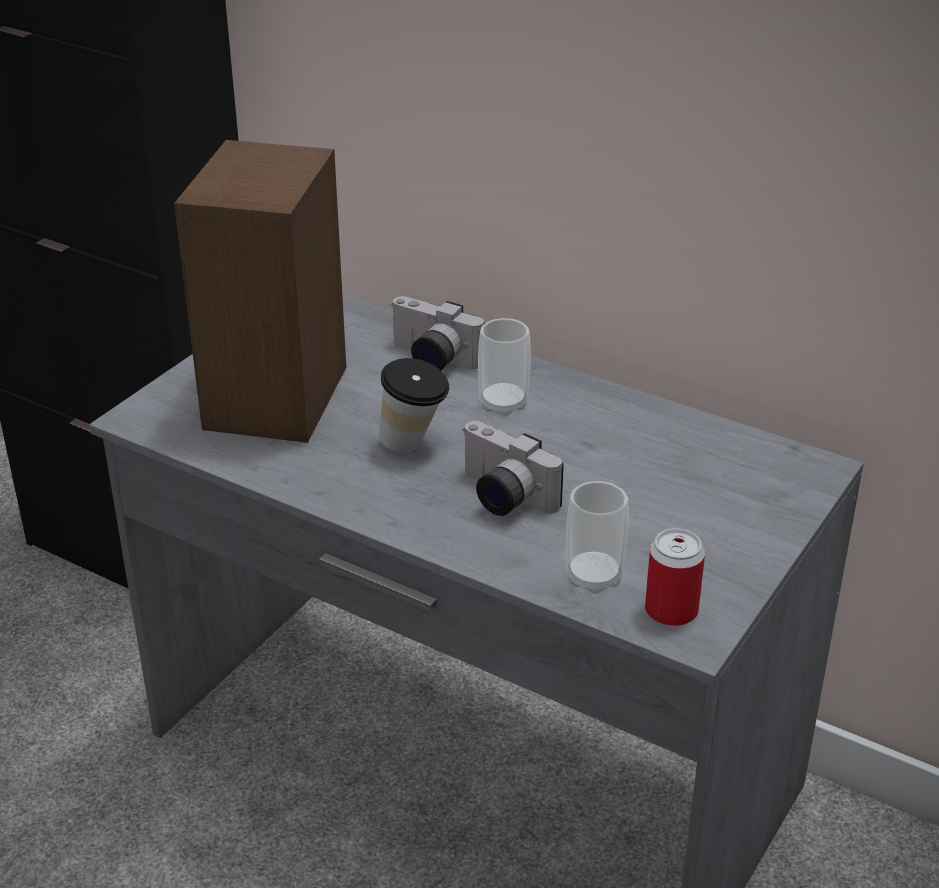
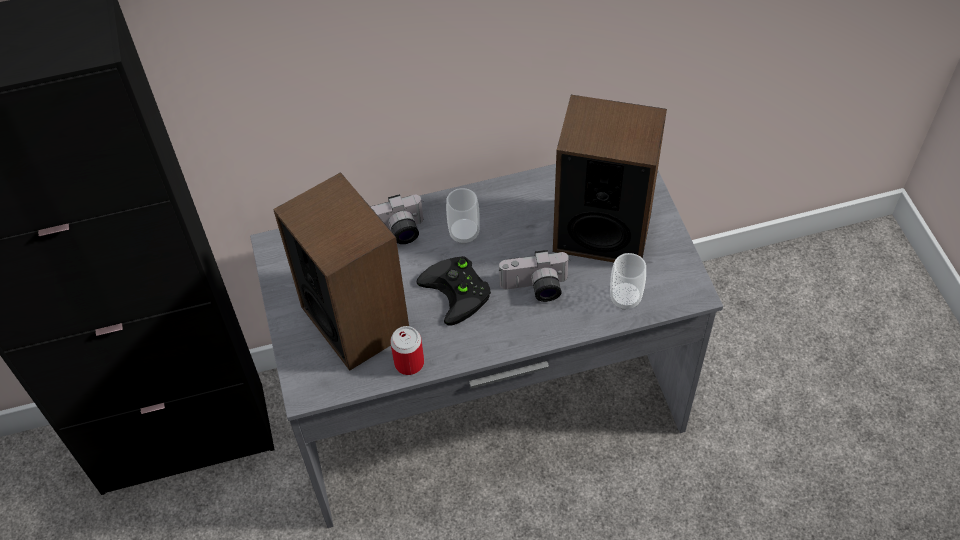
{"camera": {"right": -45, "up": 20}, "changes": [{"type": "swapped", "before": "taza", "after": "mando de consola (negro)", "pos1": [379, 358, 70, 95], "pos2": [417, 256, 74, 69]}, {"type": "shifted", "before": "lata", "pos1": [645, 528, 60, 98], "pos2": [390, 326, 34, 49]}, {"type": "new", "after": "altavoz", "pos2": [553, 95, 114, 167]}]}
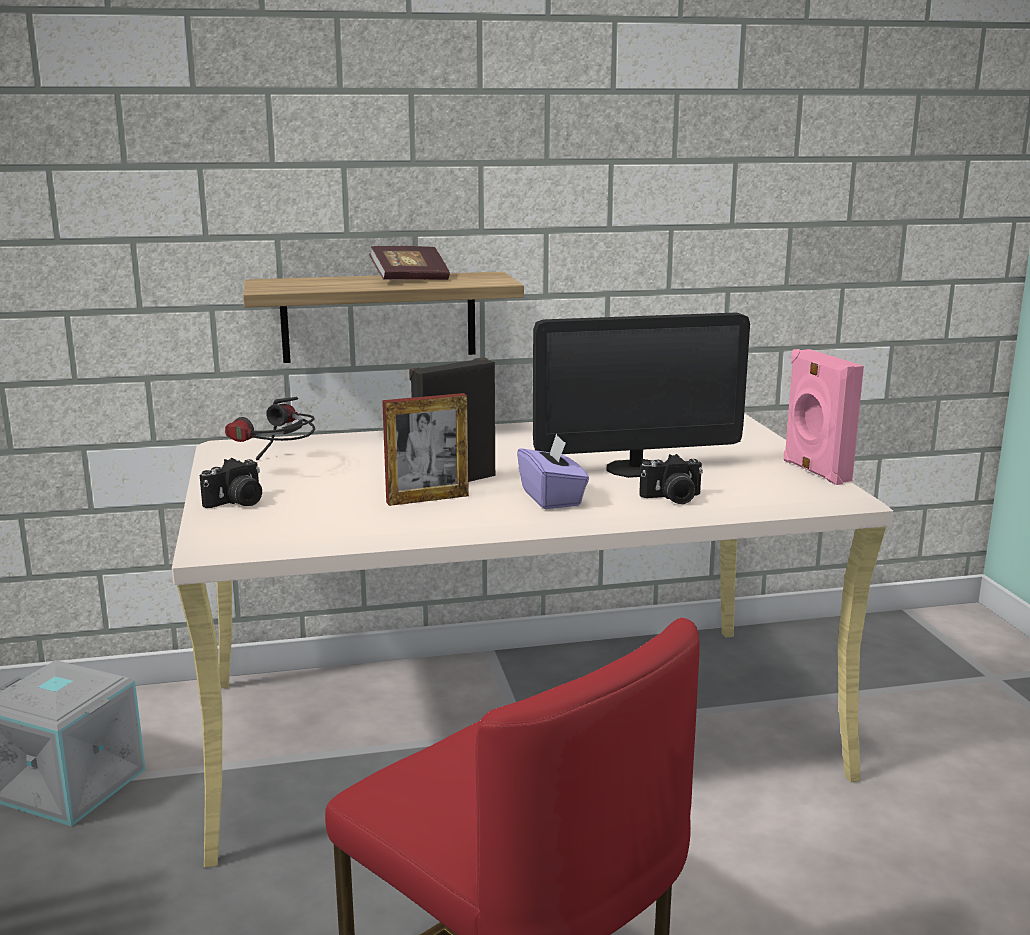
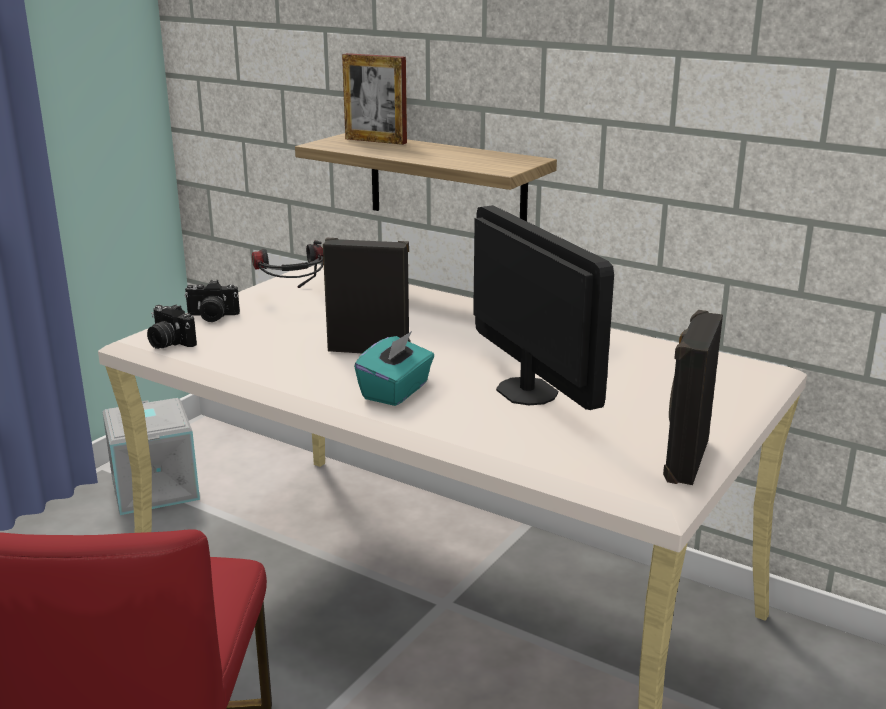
{"camera": {"right": 45, "up": 5}, "changes": [{"type": "gone", "before": "libro", "pos1": [369, 246, 81, 34]}, {"type": "shifted", "before": "portarretratos", "pos1": [382, 393, 87, 113], "pos2": [342, 53, 65, 92]}, {"type": "repainted", "before": "caja de pañuelos (morado)", "after": "caja de pañuelos (turquesa)", "pos1": [517, 433, 72, 76], "pos2": [354, 331, 80, 75]}, {"type": "rotated", "before": "monitor", "pos1": [533, 312, 217, 166], "pos2": [473, 205, 141, 205], "turn": -150}, {"type": "shifted", "before": "cámara", "pos1": [639, 454, 64, 50], "pos2": [147, 304, 50, 45]}, {"type": "repainted", "before": "altavoz (rosa)", "after": "altavoz (negro)", "pos1": [783, 349, 81, 136], "pos2": [663, 310, 60, 175]}]}
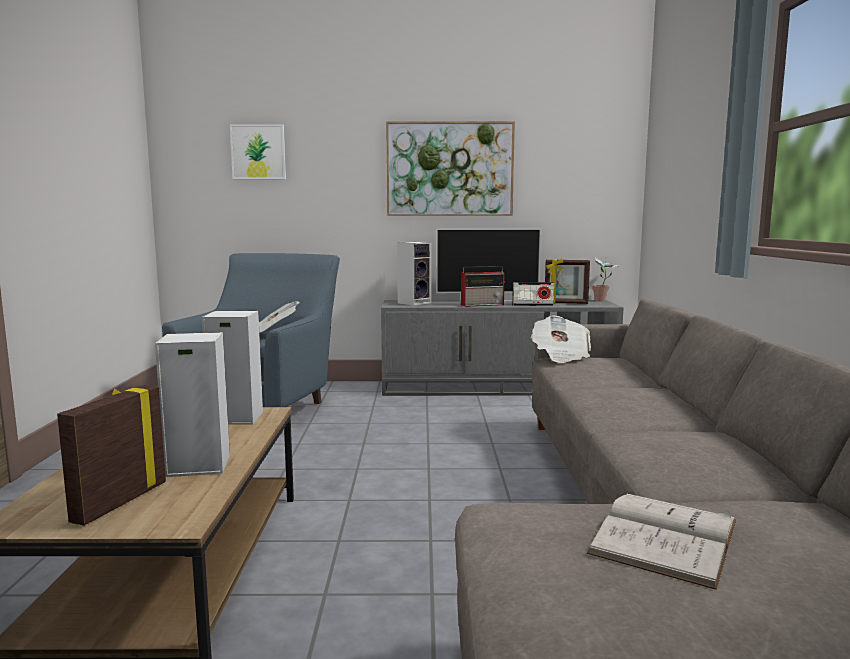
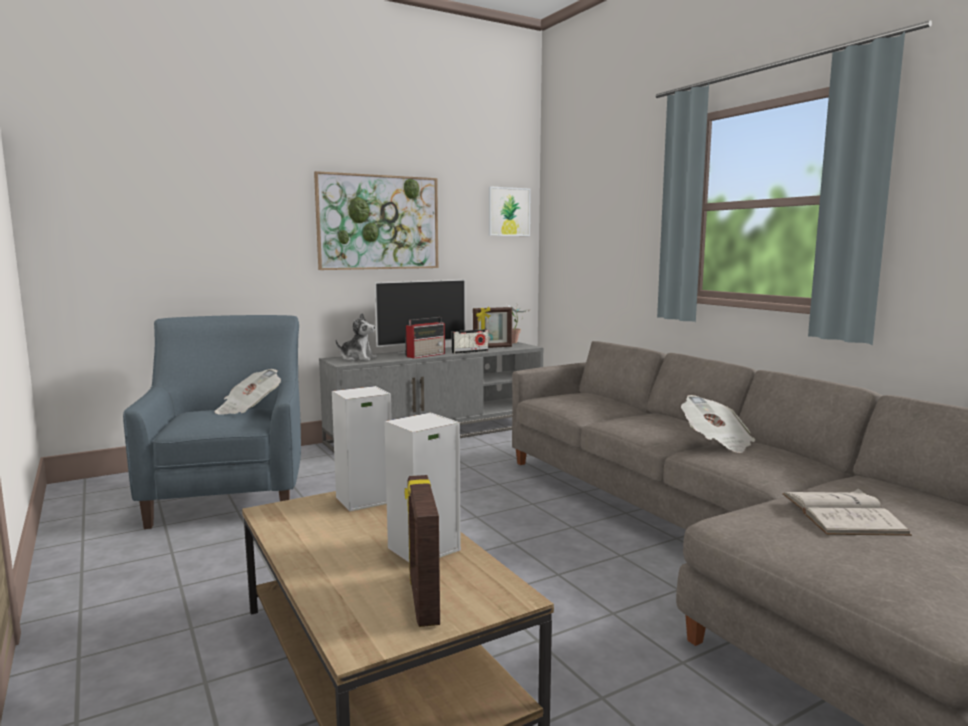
{"camera": {"right": -30, "up": 0}, "changes": [{"type": "shifted", "before": "cuadro", "pos1": [230, 124, 56, 55], "pos2": [489, 186, 42, 50]}, {"type": "swapped", "before": "altavoz", "after": "peluche", "pos1": [397, 242, 34, 64], "pos2": [336, 313, 41, 48]}, {"type": "shifted", "before": "periódico", "pos1": [531, 316, 60, 47], "pos2": [681, 395, 74, 58]}]}
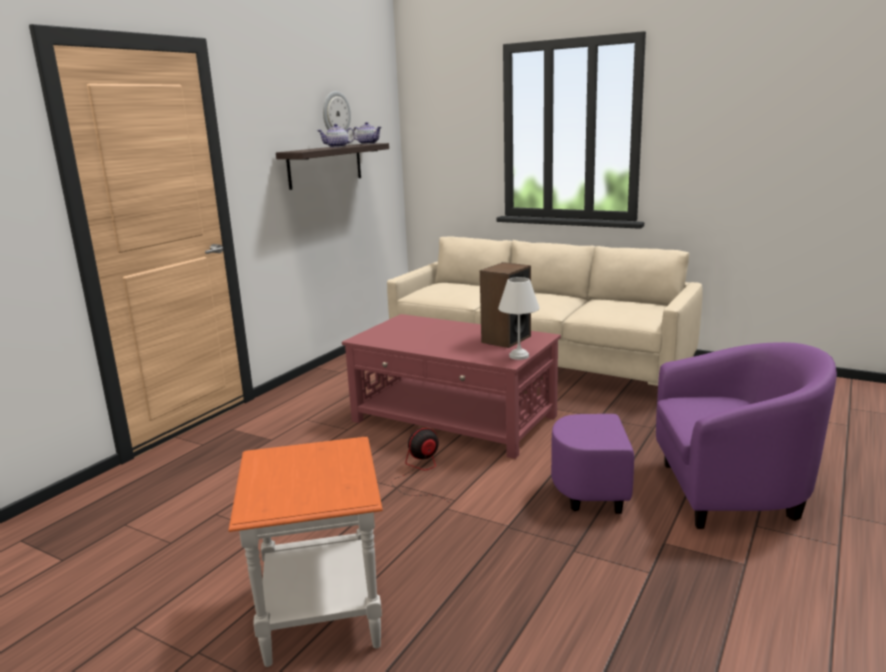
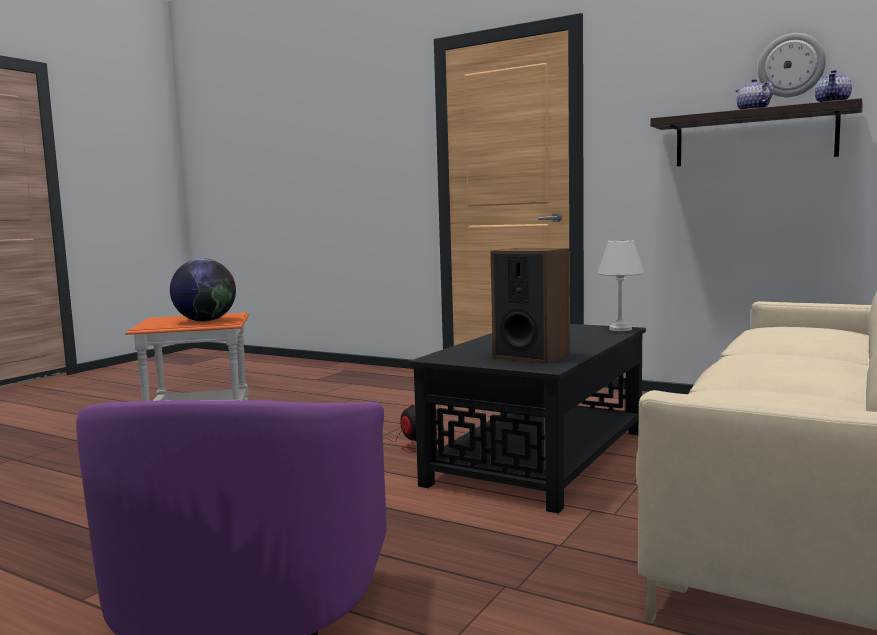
{"camera": {"right": 90, "up": -10}, "changes": [{"type": "repainted", "before": "mesa de centro (rojo)", "after": "mesa de centro (negro)", "pos1": [342, 314, 219, 145], "pos2": [409, 324, 237, 190]}, {"type": "shifted", "before": "lámpara de mesa (blanco)", "pos1": [498, 277, 41, 83], "pos2": [597, 240, 48, 91]}, {"type": "new", "after": "globo terráqueo", "pos2": [170, 259, 66, 63]}]}
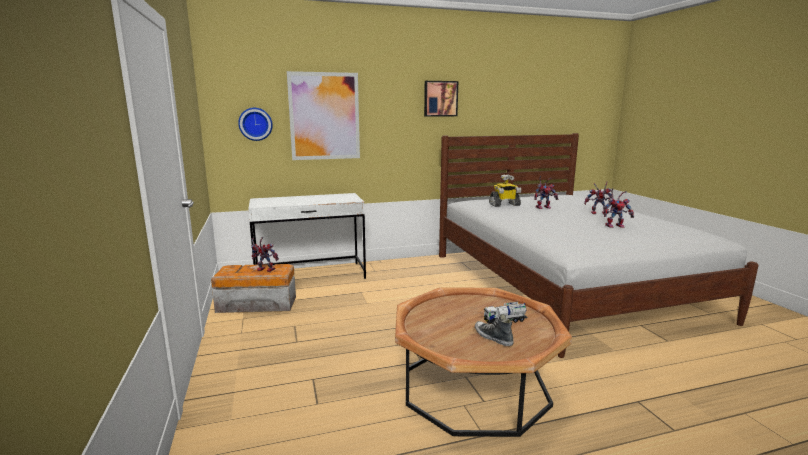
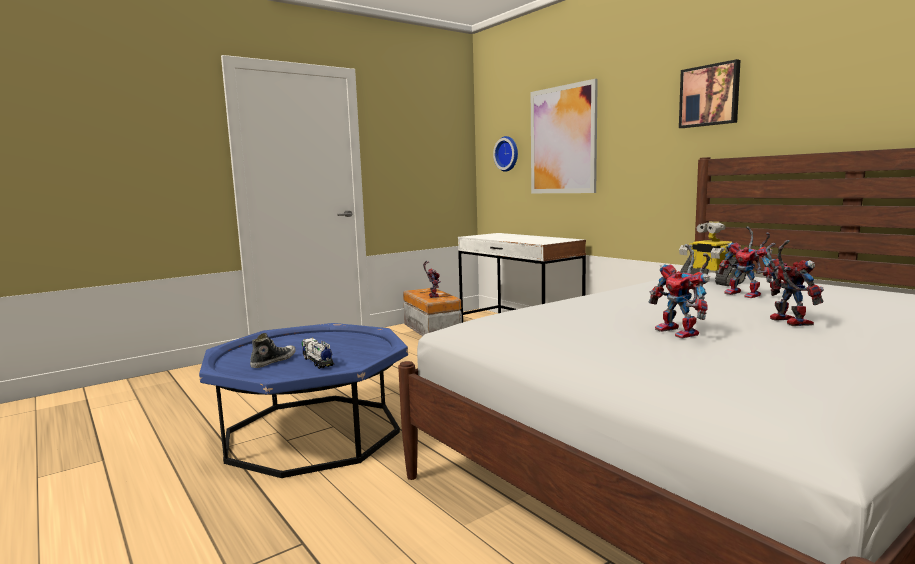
{"camera": {"right": 70, "up": -5}, "changes": [{"type": "repainted", "before": "mesa de centro (marrón)", "after": "mesa de centro (azul)", "pos1": [395, 288, 177, 149], "pos2": [199, 323, 209, 155]}]}
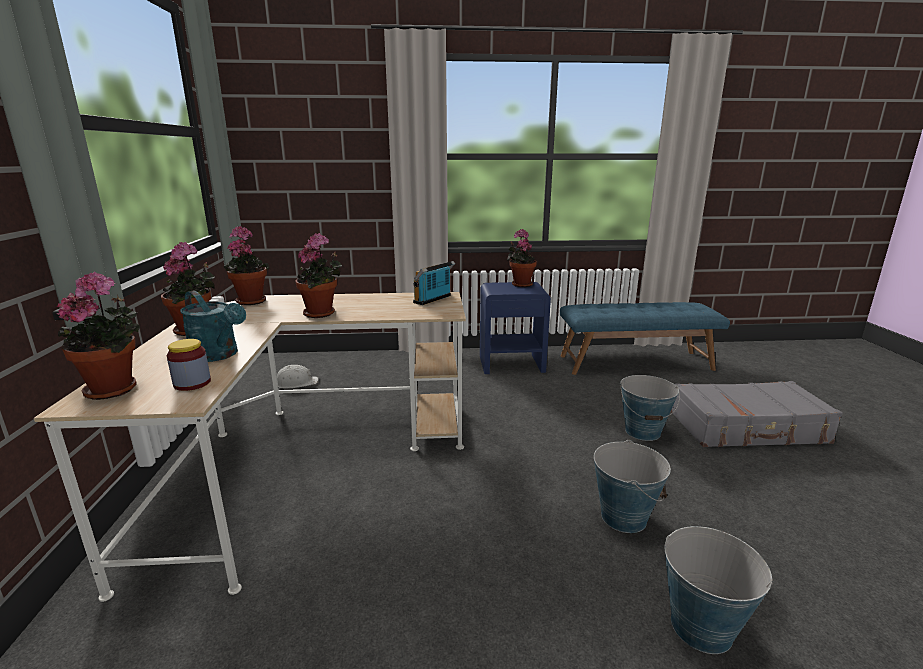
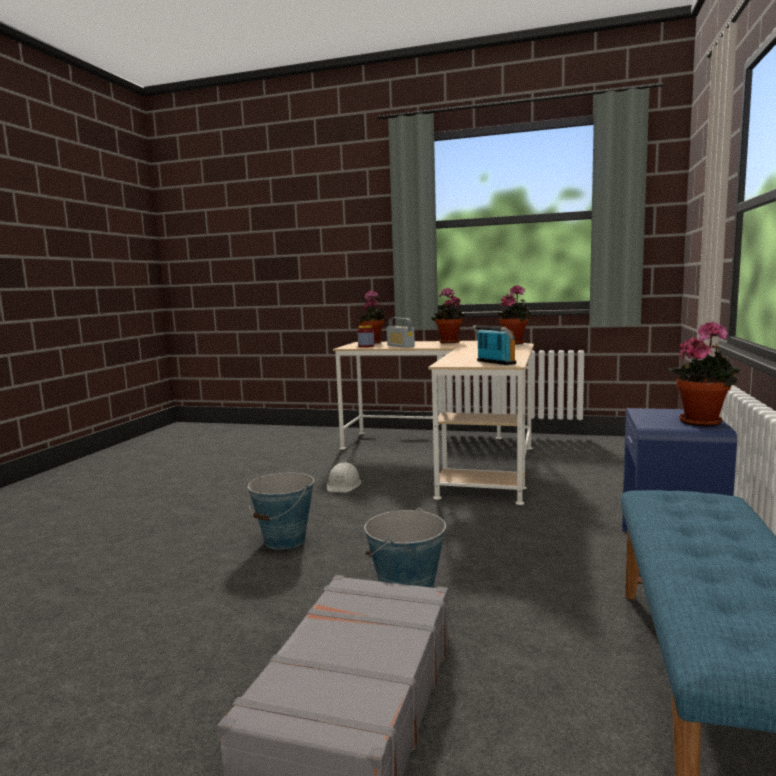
{"camera": {"right": 110, "up": -10}, "changes": [{"type": "swapped", "before": "regadera (turquesa)", "after": "radio", "pos1": [180, 290, 66, 72], "pos2": [387, 318, 28, 30]}, {"type": "shifted", "before": "casco (blanco)", "pos1": [272, 365, 46, 24], "pos2": [327, 462, 34, 31]}, {"type": "gone", "before": "planta en maceta", "pos1": [295, 233, 47, 85]}, {"type": "gone", "before": "cubo", "pos1": [664, 526, 109, 128]}]}
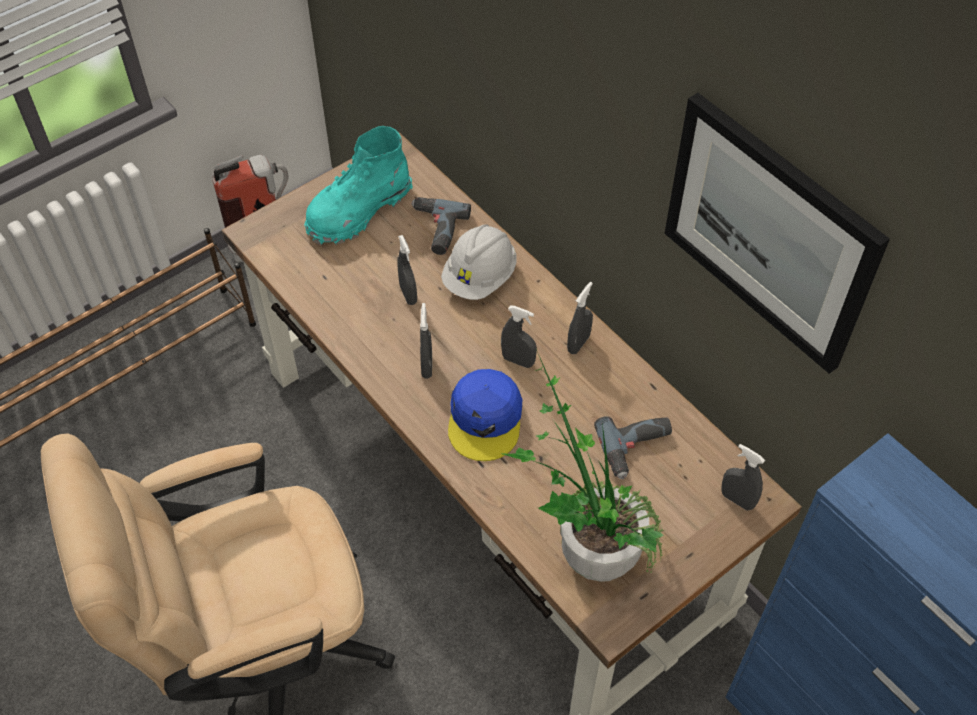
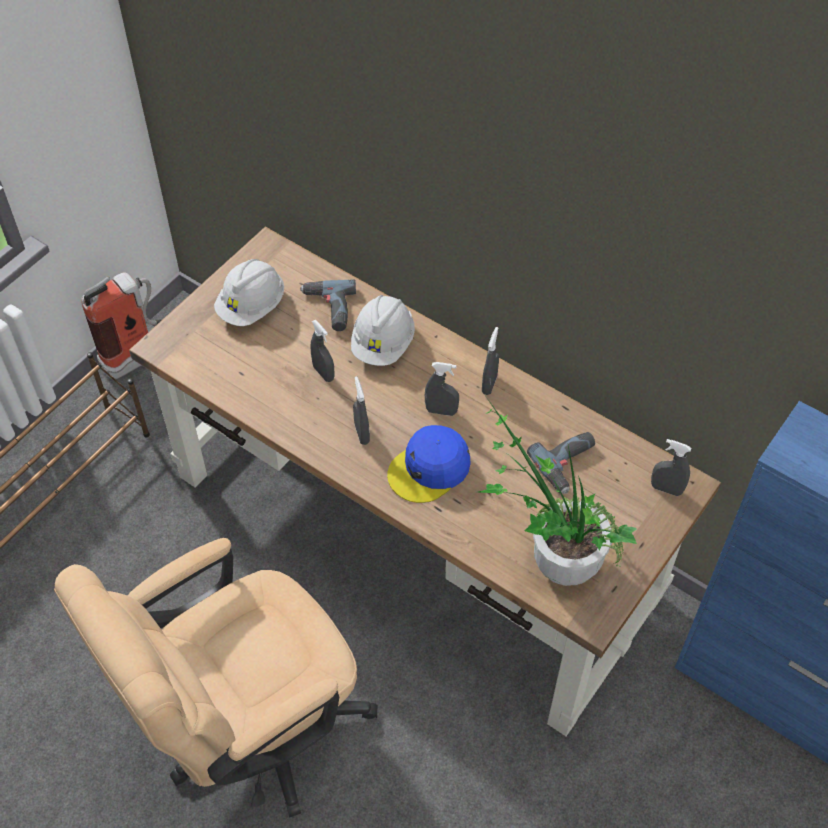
{"camera": {"right": -15, "up": 0}, "changes": [{"type": "swapped", "before": "bota (turquesa)", "after": "casco (blanco)", "pos1": [304, 126, 109, 119], "pos2": [214, 259, 70, 67]}, {"type": "rotated", "before": "gorra (azul)", "pos1": [448, 369, 74, 92], "pos2": [387, 425, 84, 78], "turn": 60}, {"type": "gone", "before": "cuadro", "pos1": [664, 93, 226, 281]}]}
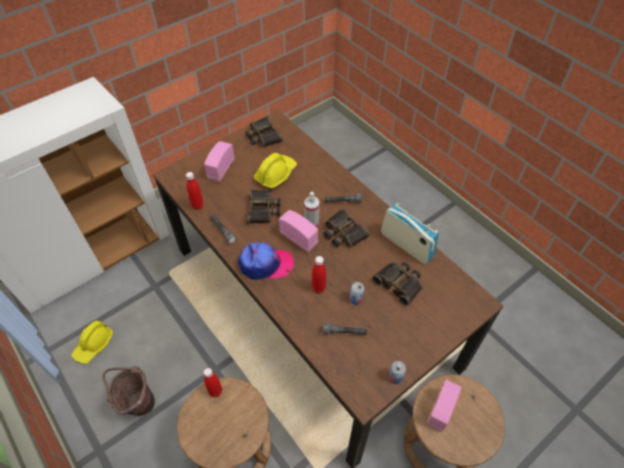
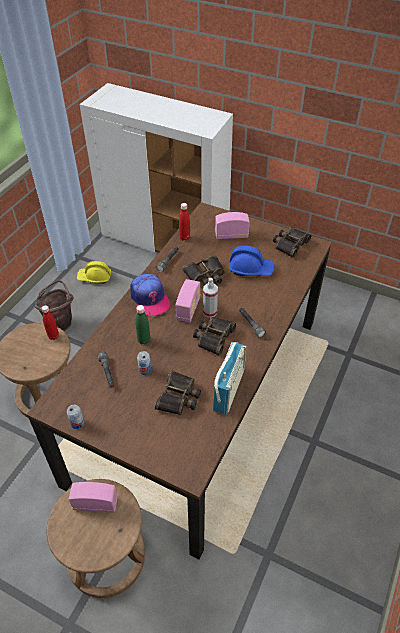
{"camera": {"right": 65, "up": -5}, "changes": [{"type": "repainted", "before": "casco (amarillo)", "after": "casco (azul)", "pos1": [254, 153, 43, 36], "pos2": [229, 246, 46, 30]}, {"type": "repainted", "before": "botella (rojo)", "after": "botella (verde)", "pos1": [312, 256, 14, 37], "pos2": [135, 305, 15, 40]}]}
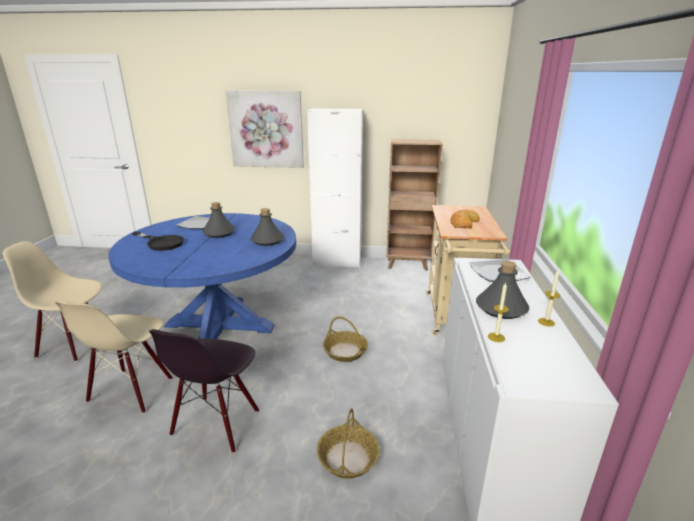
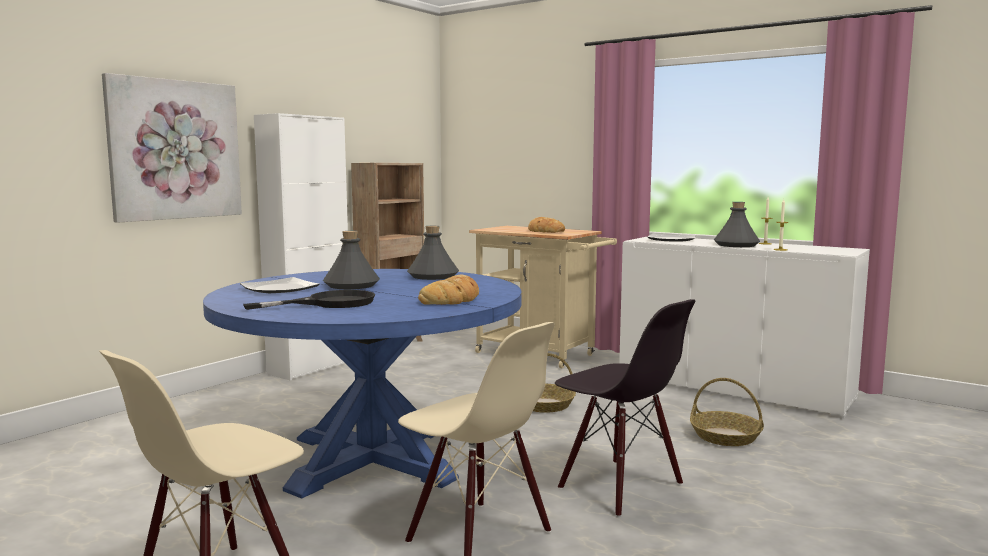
{"camera": {"right": -60, "up": -15}, "changes": [{"type": "new", "after": "pan", "pos2": [418, 275, 61, 30]}]}
